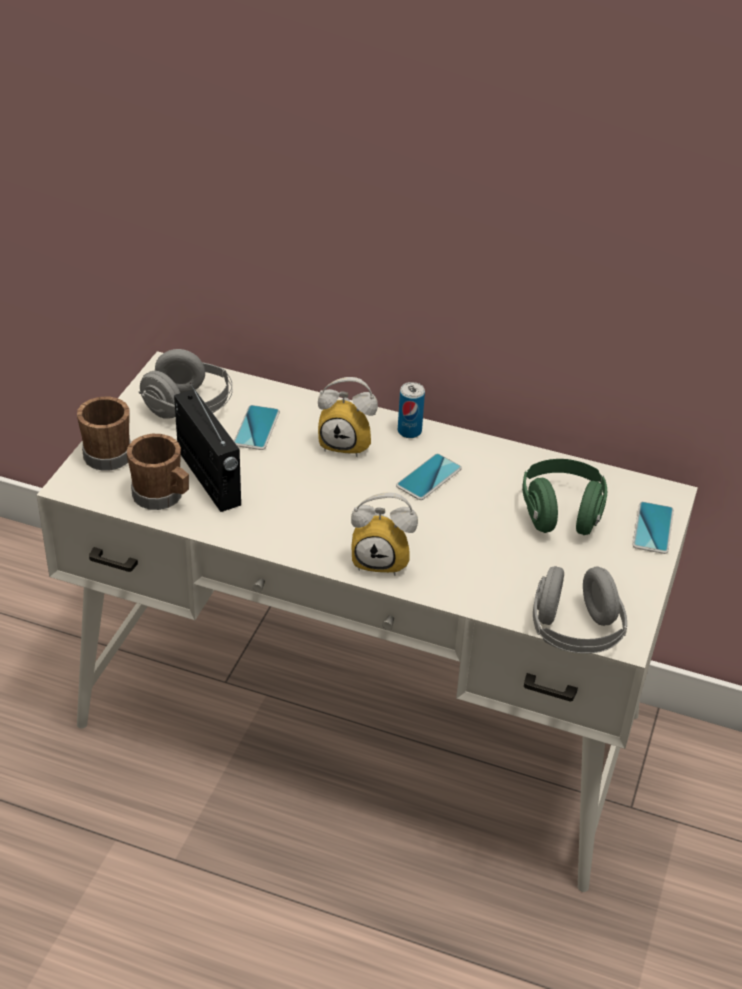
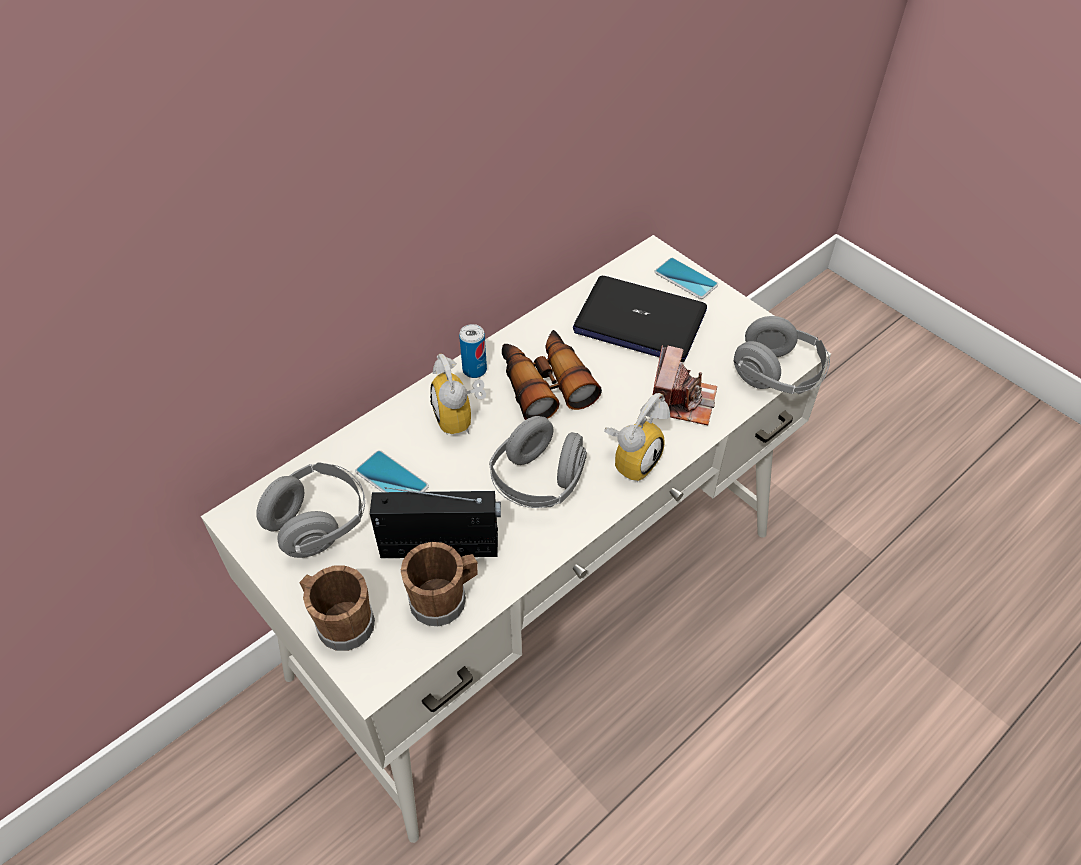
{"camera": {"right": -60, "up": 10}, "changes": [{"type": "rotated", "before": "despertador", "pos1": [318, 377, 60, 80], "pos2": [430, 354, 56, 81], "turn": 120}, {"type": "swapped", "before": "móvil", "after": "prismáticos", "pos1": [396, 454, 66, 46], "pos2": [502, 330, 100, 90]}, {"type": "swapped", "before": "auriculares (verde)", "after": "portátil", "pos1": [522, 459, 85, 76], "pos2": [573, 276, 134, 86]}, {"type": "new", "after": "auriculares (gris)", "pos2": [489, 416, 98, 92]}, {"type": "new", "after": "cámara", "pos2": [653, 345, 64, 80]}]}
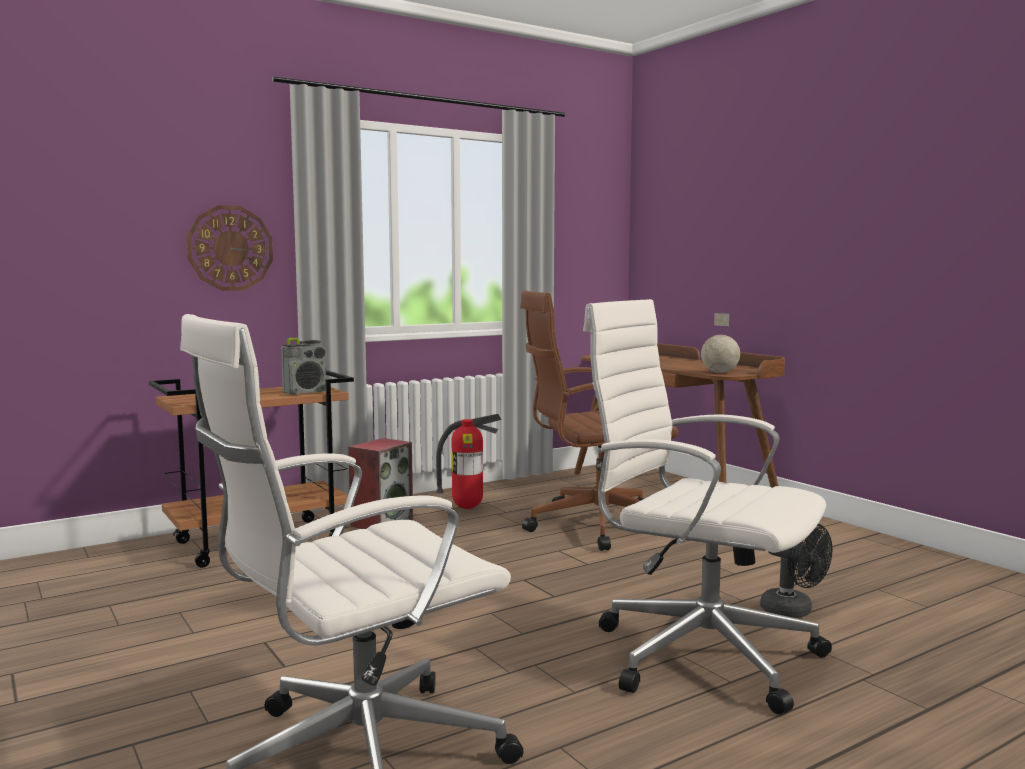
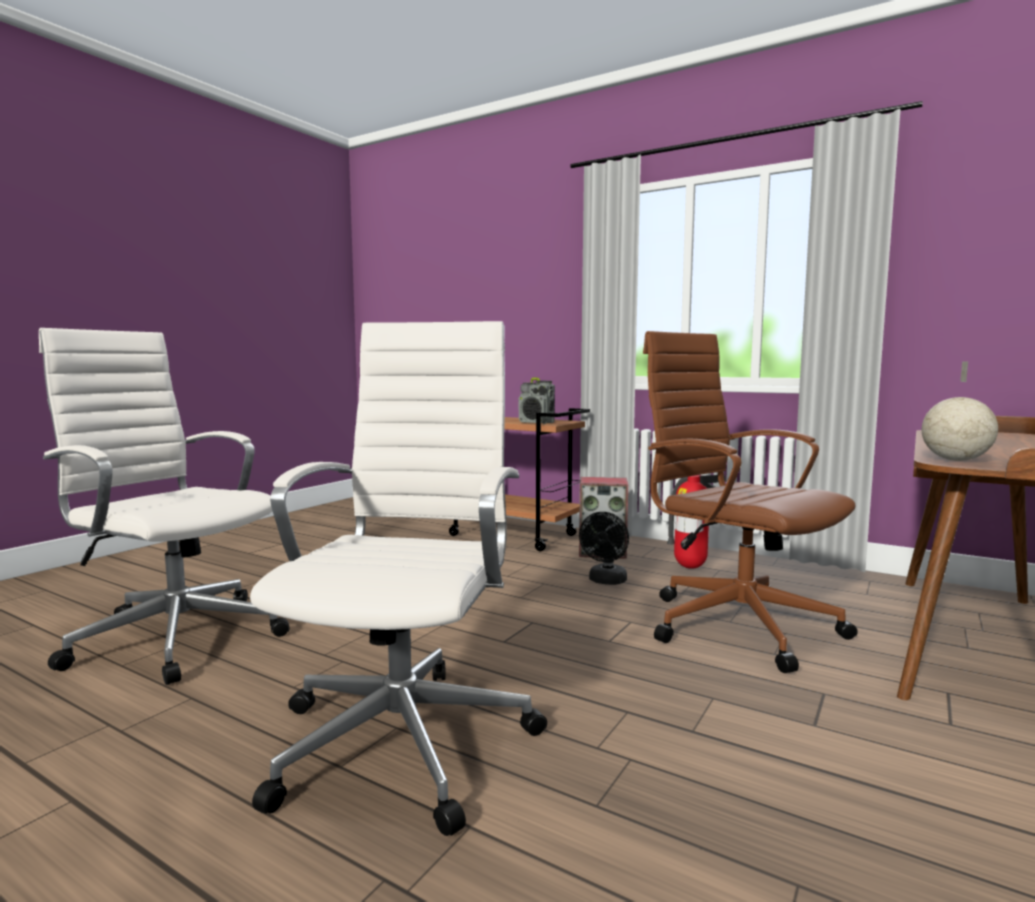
{"camera": {"right": 65, "up": 0}, "changes": [{"type": "gone", "before": "reloj de pared", "pos1": [187, 205, 86, 86]}, {"type": "shifted", "before": "ventilador (negro)", "pos1": [760, 524, 72, 94], "pos2": [579, 512, 50, 73]}]}
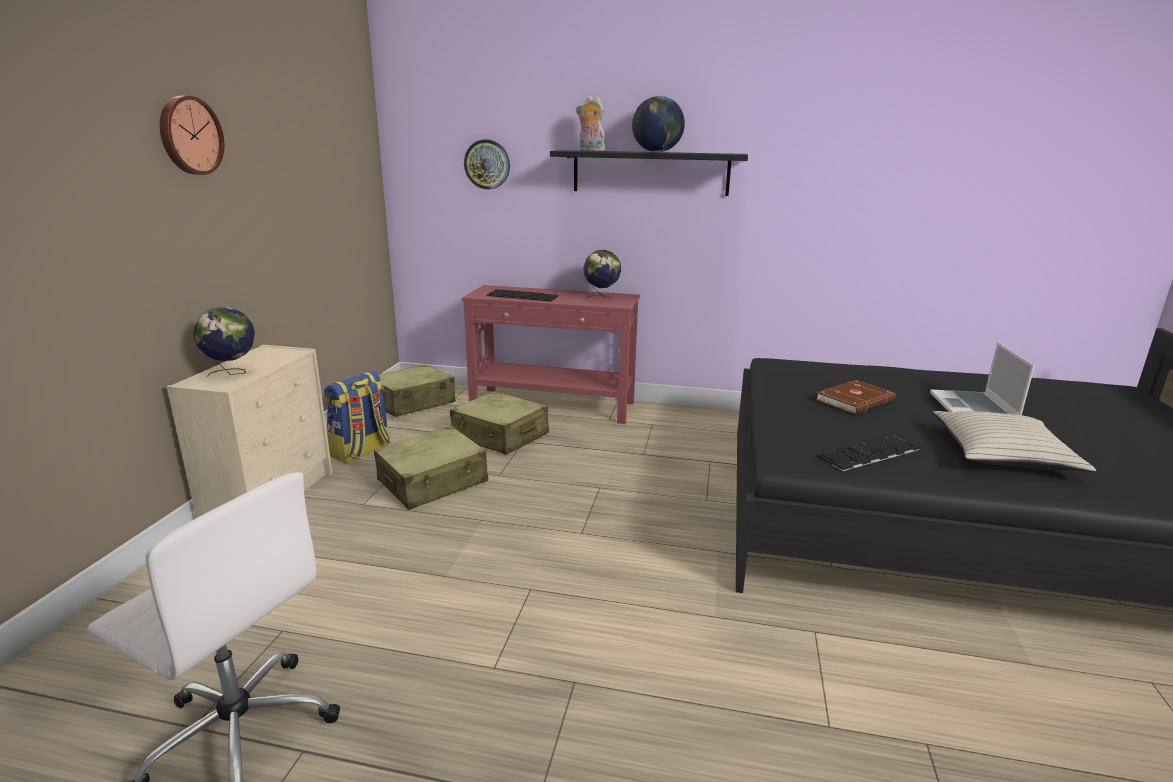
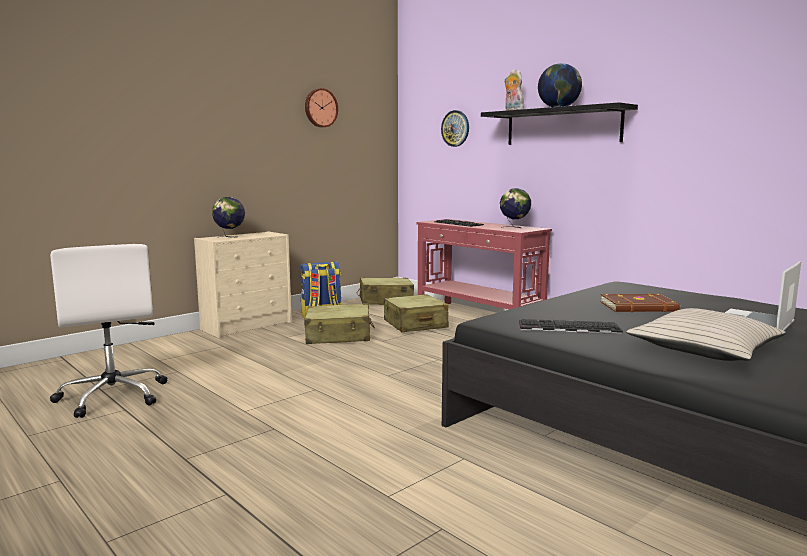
{"camera": {"right": 35, "up": -10}, "changes": [{"type": "shifted", "before": "reloj de pared", "pos1": [160, 96, 64, 79], "pos2": [305, 88, 33, 39]}]}
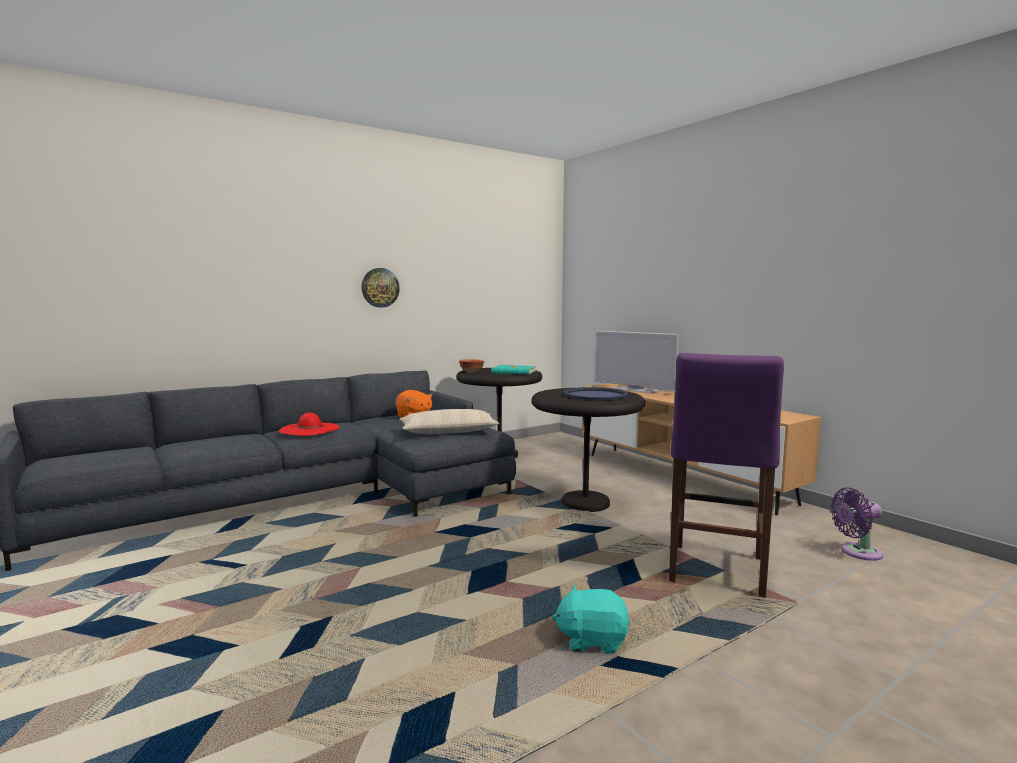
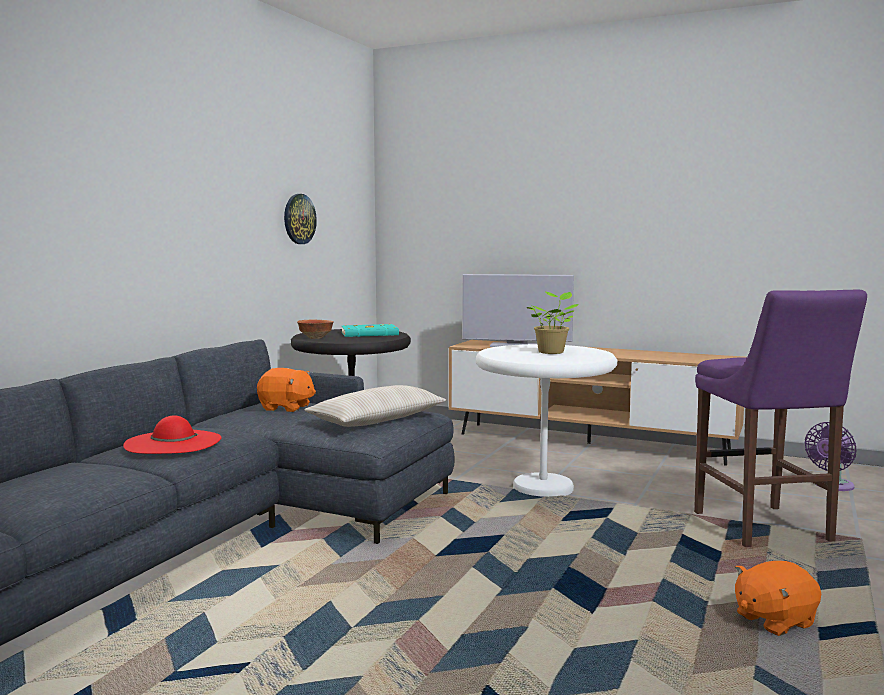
{"camera": {"right": -30, "up": 0}, "changes": [{"type": "shifted", "before": "reloj de pared", "pos1": [361, 268, 39, 40], "pos2": [284, 194, 33, 50]}, {"type": "repainted", "before": "mesa auxiliar (negro)", "after": "mesa auxiliar (blanco)", "pos1": [532, 388, 113, 124], "pos2": [476, 344, 141, 153]}, {"type": "repainted", "before": "peluche (turquesa)", "after": "peluche (naranja)", "pos1": [552, 586, 78, 68], "pos2": [735, 561, 86, 75]}, {"type": "swapped", "before": "bandeja (azul)", "after": "planta en maceta", "pos1": [564, 387, 64, 13], "pos2": [527, 292, 51, 62]}]}
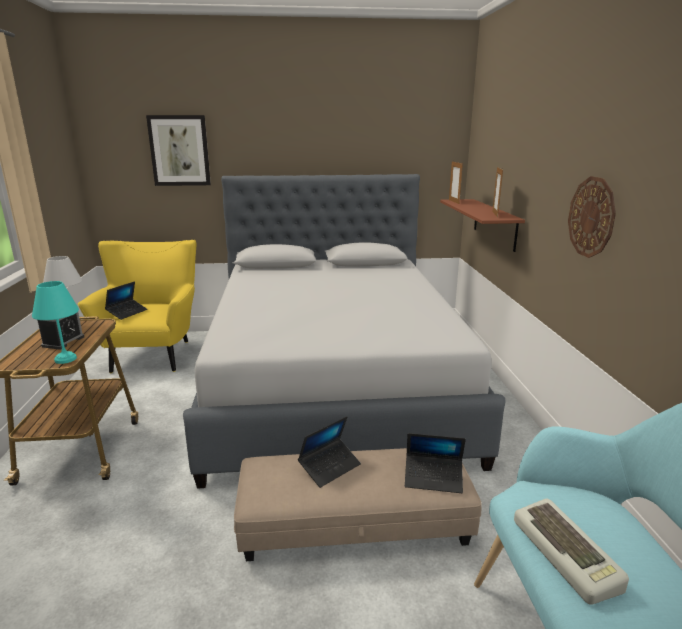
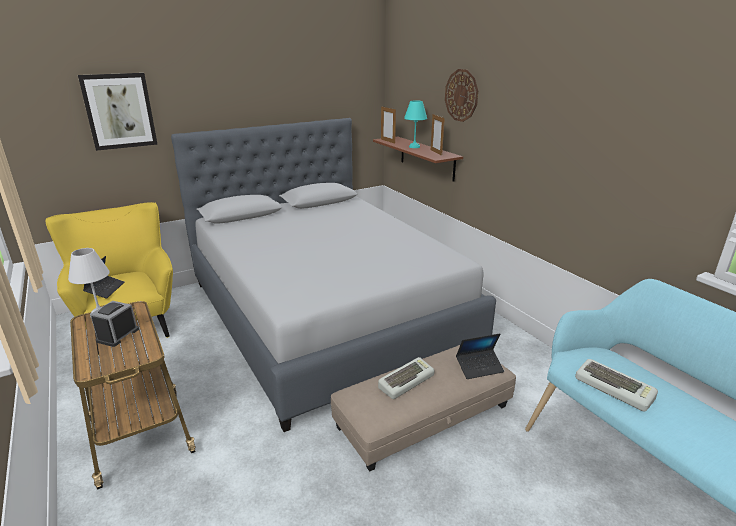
{"camera": {"right": -25, "up": 5}, "changes": [{"type": "shifted", "before": "lámpara de mesa (turquesa)", "pos1": [32, 281, 47, 83], "pos2": [404, 100, 23, 48]}, {"type": "rotated", "before": "despertador", "pos1": [37, 312, 47, 38], "pos2": [90, 301, 49, 46], "turn": -150}, {"type": "swapped", "before": "portátil", "after": "teclado", "pos1": [298, 416, 63, 72], "pos2": [378, 357, 57, 42]}, {"type": "shifted", "before": "reloj de pared", "pos1": [568, 176, 48, 82], "pos2": [445, 69, 33, 53]}]}
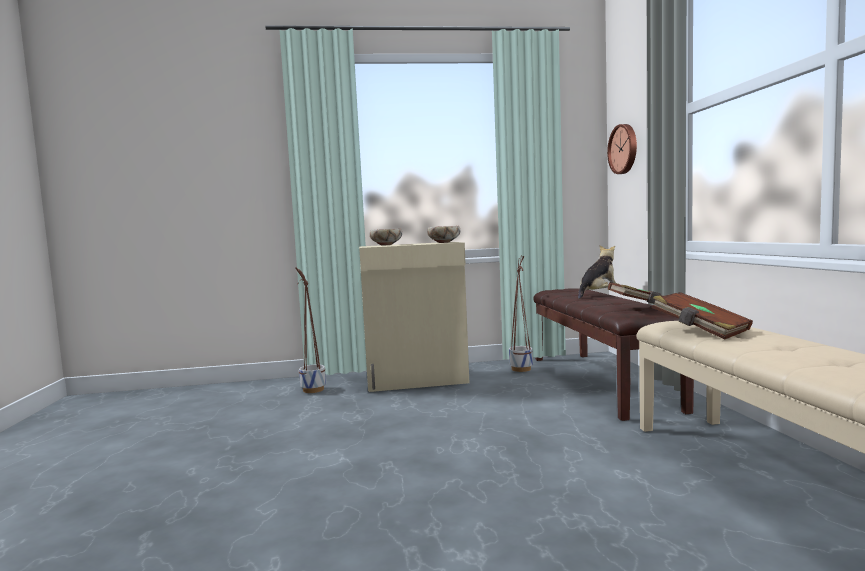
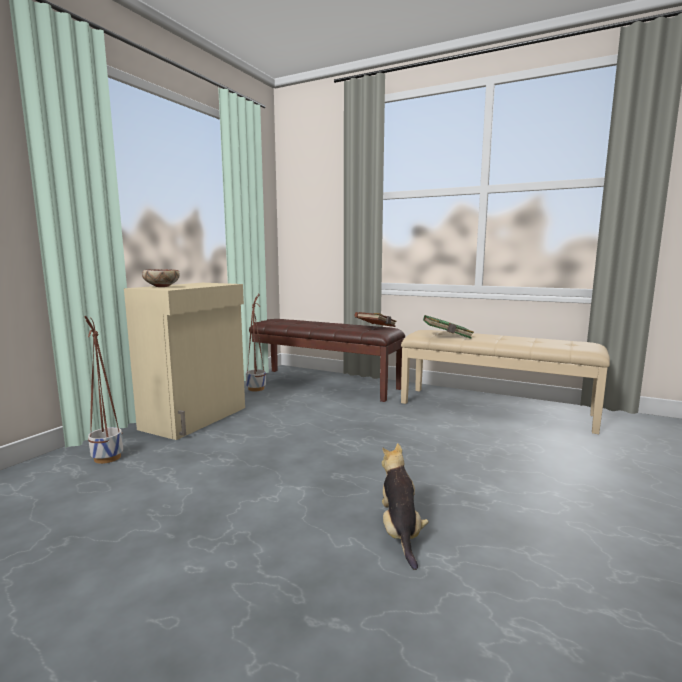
{"camera": {"right": -55, "up": 5}, "changes": [{"type": "gone", "before": "cuenco", "pos1": [427, 226, 33, 17]}, {"type": "shifted", "before": "peluche", "pos1": [578, 245, 42, 54], "pos2": [382, 443, 47, 127]}, {"type": "gone", "before": "reloj de pared", "pos1": [607, 124, 30, 50]}, {"type": "repainted", "before": "libro (marrón)", "after": "libro (verde)", "pos1": [651, 292, 102, 48], "pos2": [423, 315, 51, 24]}]}
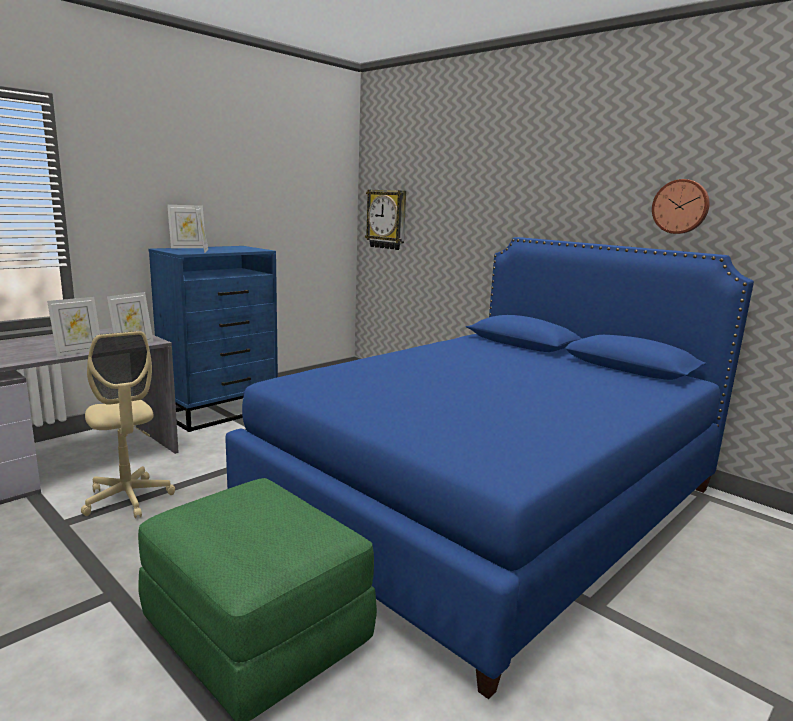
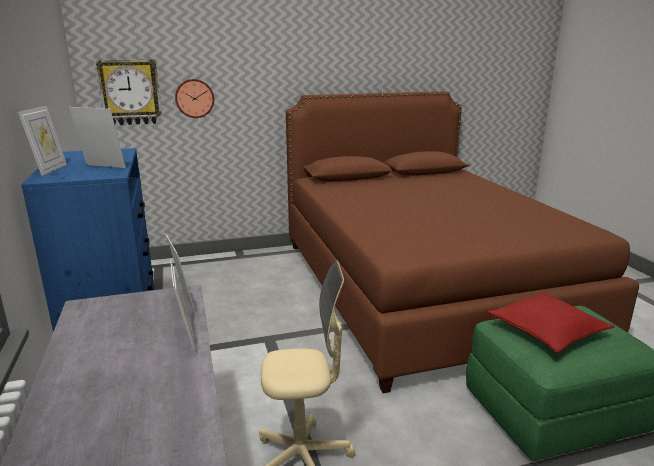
{"camera": {"right": -60, "up": 5}, "changes": [{"type": "repainted", "before": "cama (azul)", "after": "cama (marrón)", "pos1": [225, 237, 529, 462], "pos2": [286, 91, 353, 302]}, {"type": "shifted", "before": "reloj de pared", "pos1": [652, 179, 58, 55], "pos2": [175, 79, 39, 39]}, {"type": "new", "after": "cojín (rojo)", "pos2": [488, 292, 126, 61]}]}
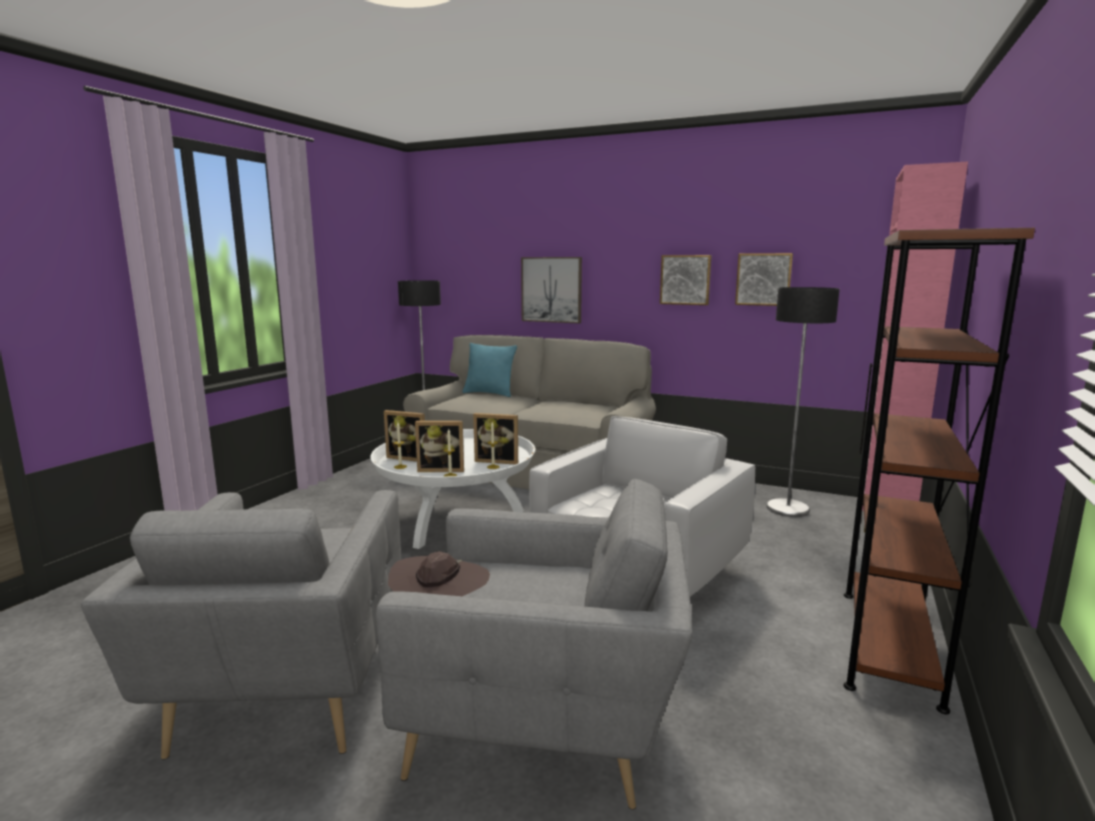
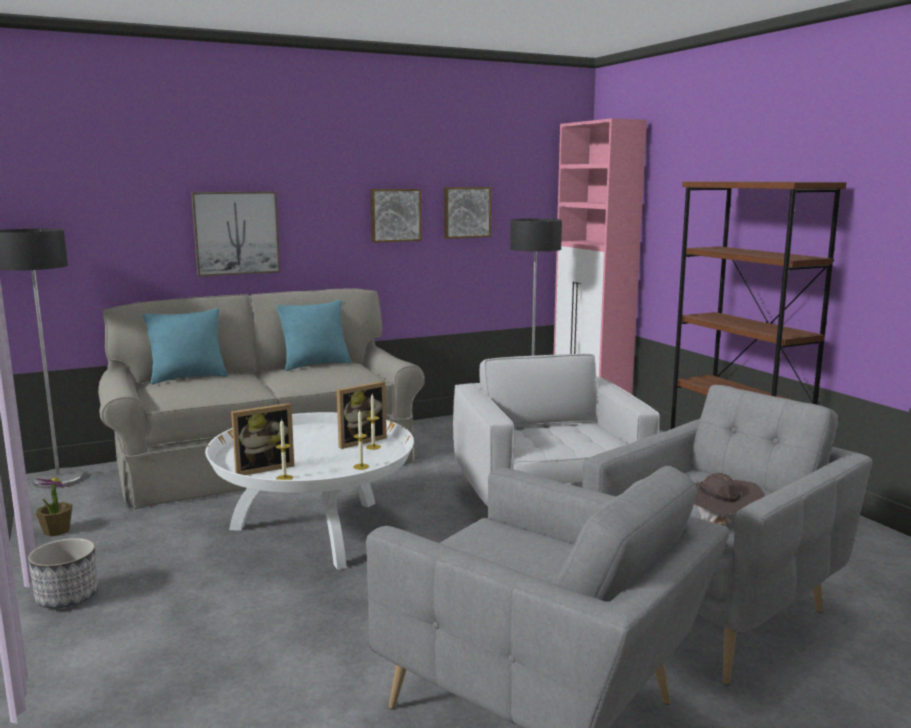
{"camera": {"right": -50, "up": 0}, "changes": [{"type": "gone", "before": "portarretratos", "pos1": [415, 421, 49, 51]}, {"type": "new", "after": "maceta", "pos2": [28, 538, 70, 70]}, {"type": "new", "after": "planta en maceta", "pos2": [35, 478, 37, 58]}, {"type": "new", "after": "cojín (turquesa)", "pos2": [276, 300, 75, 71]}]}
